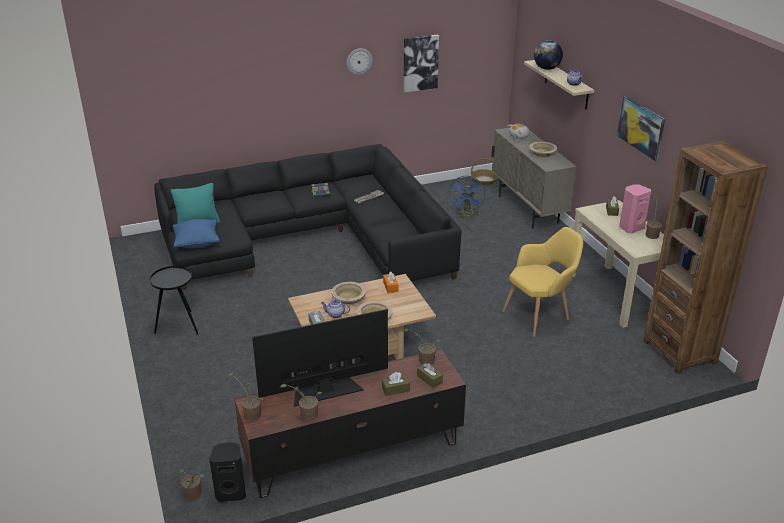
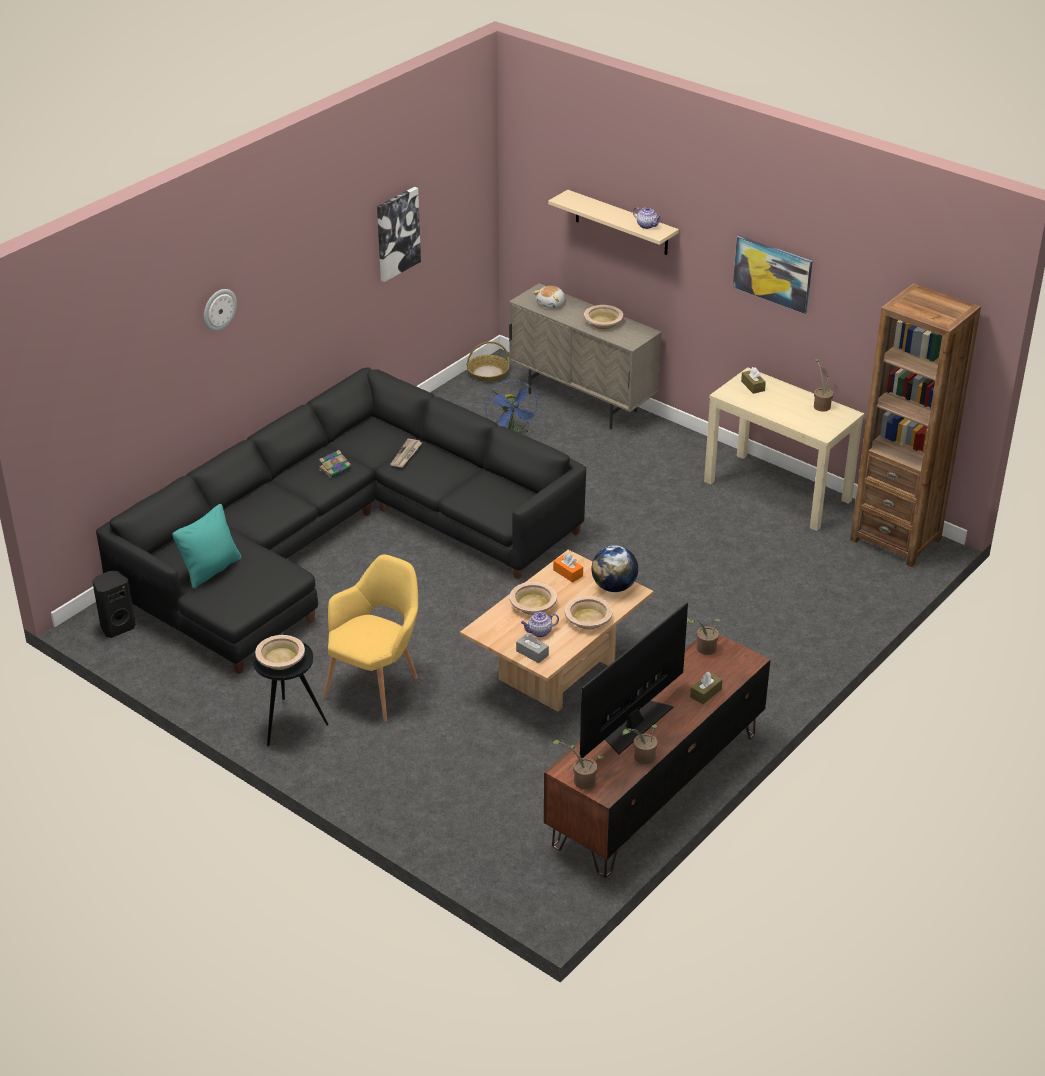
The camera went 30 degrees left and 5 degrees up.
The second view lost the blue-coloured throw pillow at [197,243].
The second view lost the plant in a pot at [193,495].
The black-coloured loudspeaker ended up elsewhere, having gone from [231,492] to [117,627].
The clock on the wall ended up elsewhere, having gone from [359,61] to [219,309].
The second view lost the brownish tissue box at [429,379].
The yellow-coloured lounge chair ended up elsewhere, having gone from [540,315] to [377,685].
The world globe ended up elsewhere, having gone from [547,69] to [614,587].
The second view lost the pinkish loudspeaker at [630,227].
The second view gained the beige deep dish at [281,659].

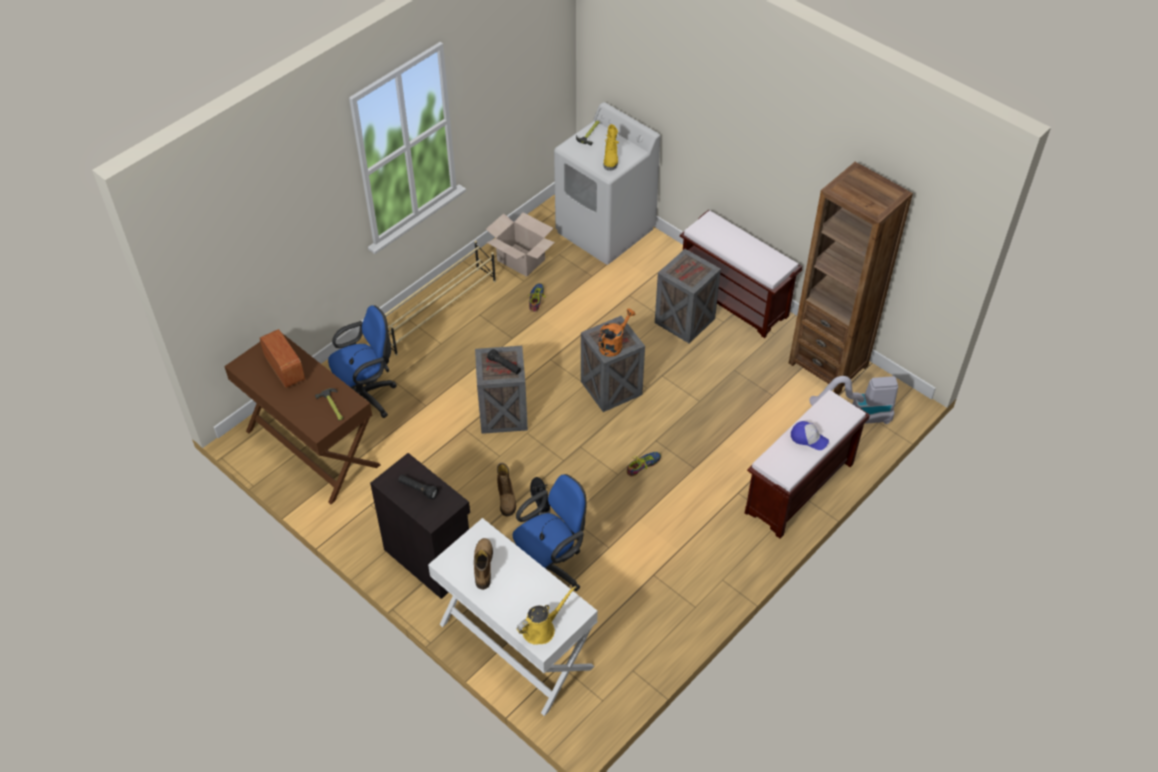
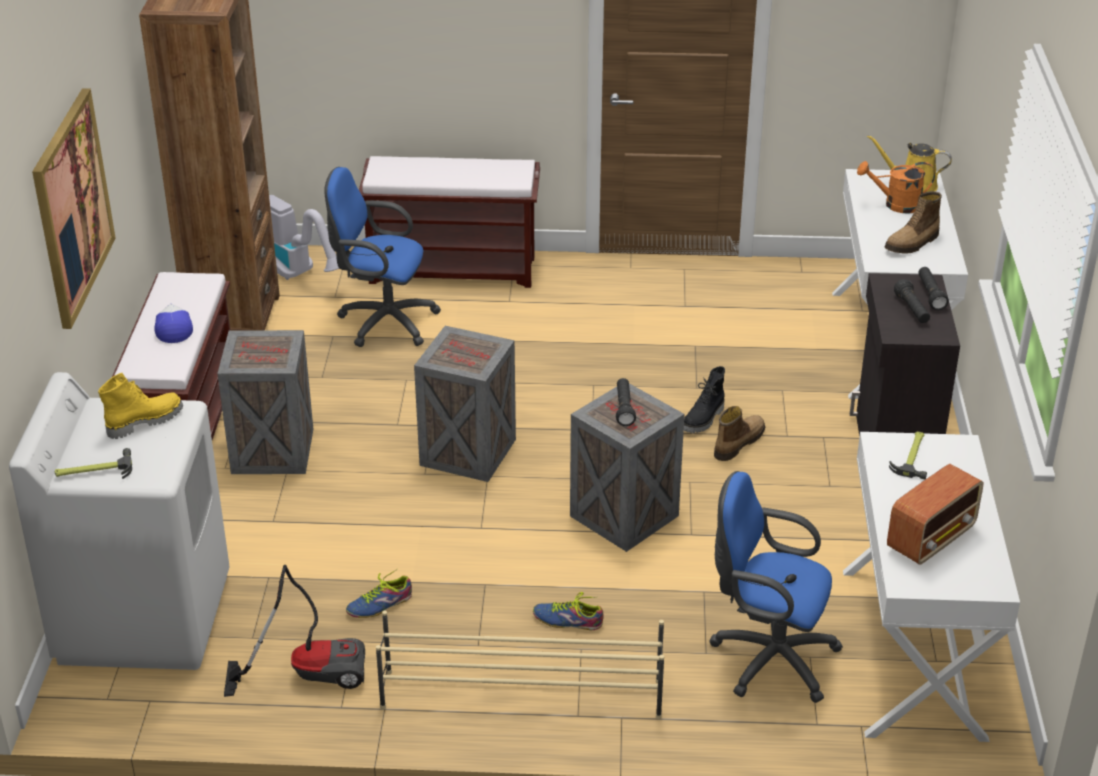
The camera went 130 degrees left and 15 degrees down.
What was the brownish desk unit at [311,448] turned into the whitish desk unit at [913,651].
The radio receiver at [285,369] ended up facing another way, 150 degrees counterclockwise from before.
Where the cardboard box stood at [520,260], the hoover came to stand at [310,671].
The blue-coloured desk chair ended up elsewhere, having gone from [550,568] to [382,322].
The orange-coloured sprinkling can ended up elsewhere, having gone from [613,344] to [896,205].
The item of footwear ended up elsewhere, having gone from [643,465] to [568,621].
The peaked cap ended up elsewhere, having gone from [808,438] to [173,328].
The second view gained the wall picture at [72,207].
The second view gained the black-coloured torch at [930,295].

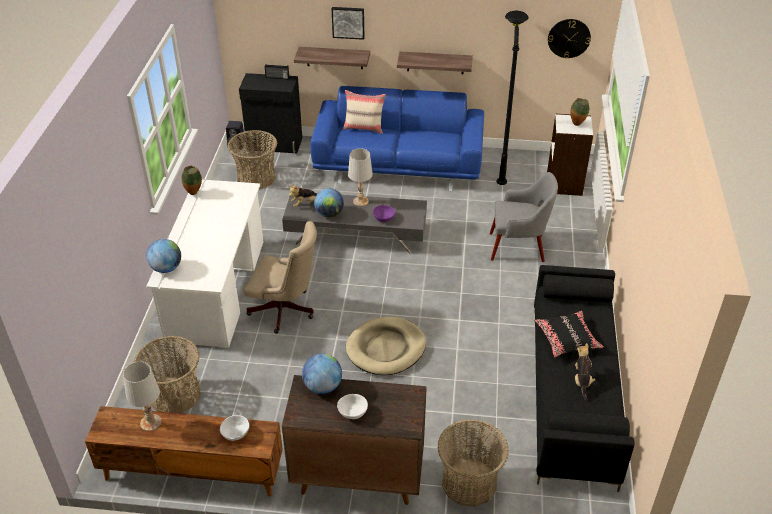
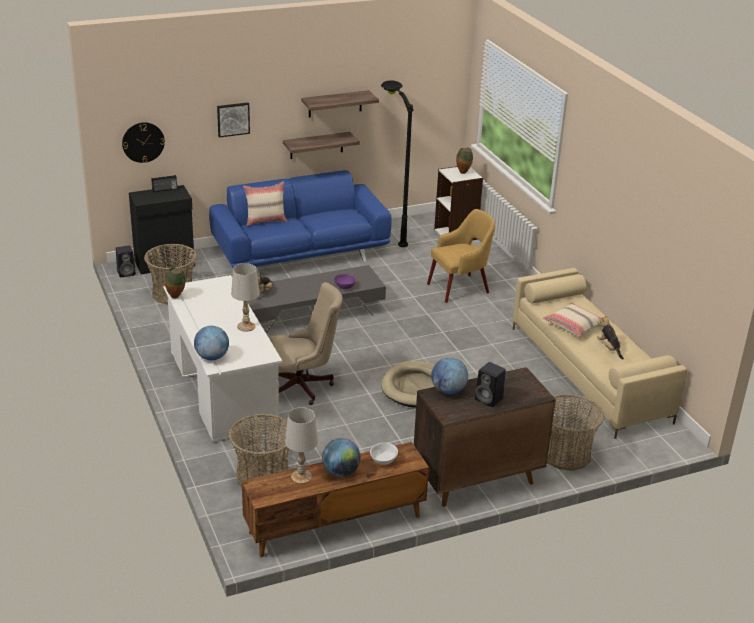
The camera went 30 degrees left and 10 degrees down.
The wall shelf ended up elsewhere, having gone from [334,58] to [335,104].
The world globe ended up elsewhere, having gone from [329,214] to [340,472].
Where the whitish deep dish stood at [353,413], the black-coloured loudspeaker came to stand at [489,399].
The whitish table lamp ended up elsewhere, having gone from [360,201] to [246,326].
What was the gray lounge chair at [519,247] turned into the yellow-coloured lounge chair at [460,288].
What was the black-coloured sofa at [573,394] turned into the beige sofa at [589,374].
What was the black-coloured throw pillow at [567,339] turned into the beige throw pillow at [574,325].
The clock on the wall ended up elsewhere, having gone from [569,38] to [143,142].

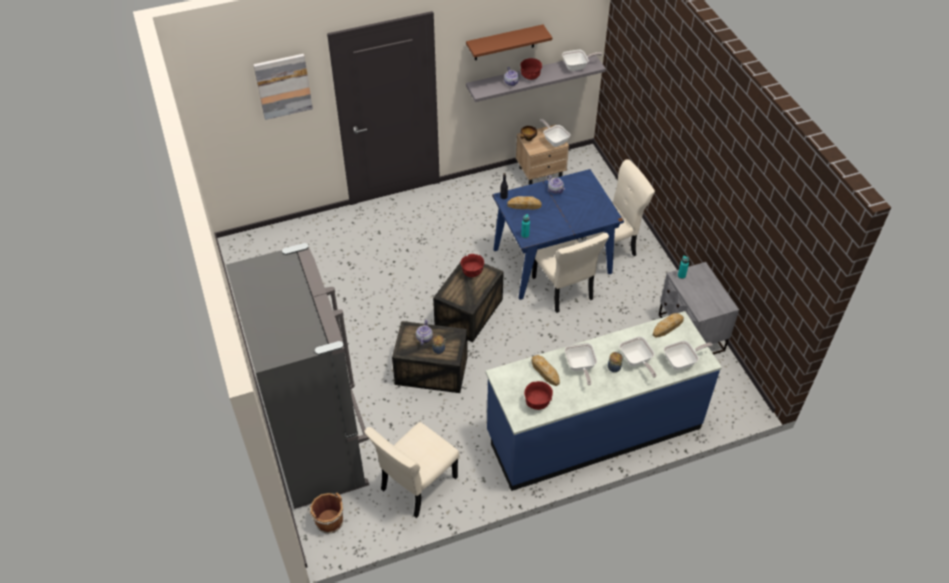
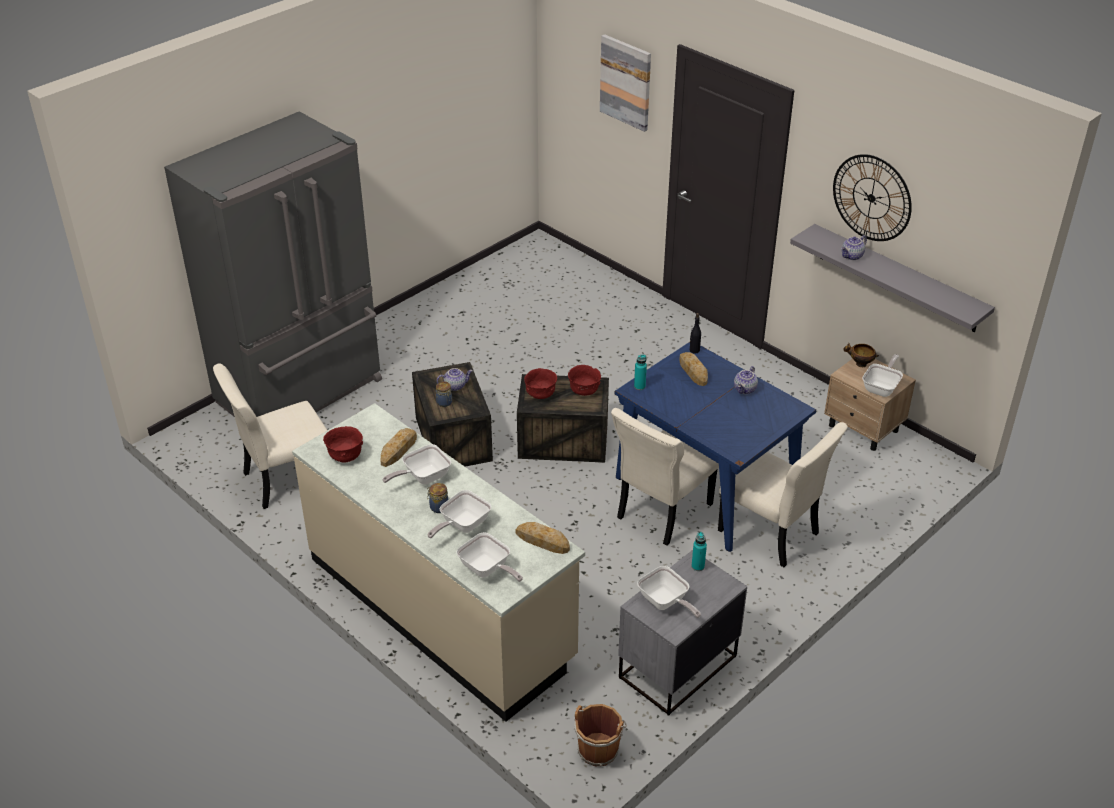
The camera went 65 degrees right and 10 degrees down.
The brownish bucket ended up elsewhere, having gone from [328,520] to [598,748].
The beige upright chair at [416,485] ended up facing another way, 45 degrees counterclockwise from before.
Where the brownish wall shelf hung at [504,43], the clock on the wall came to hang at [871,198].
What was the blue-coloured counter at [593,430] turned into the beige counter at [441,608].
The reddish deep dish ended up elsewhere, having gone from [530,77] to [540,395].
The frying pan ended up elsewhere, having gone from [577,66] to [665,603].

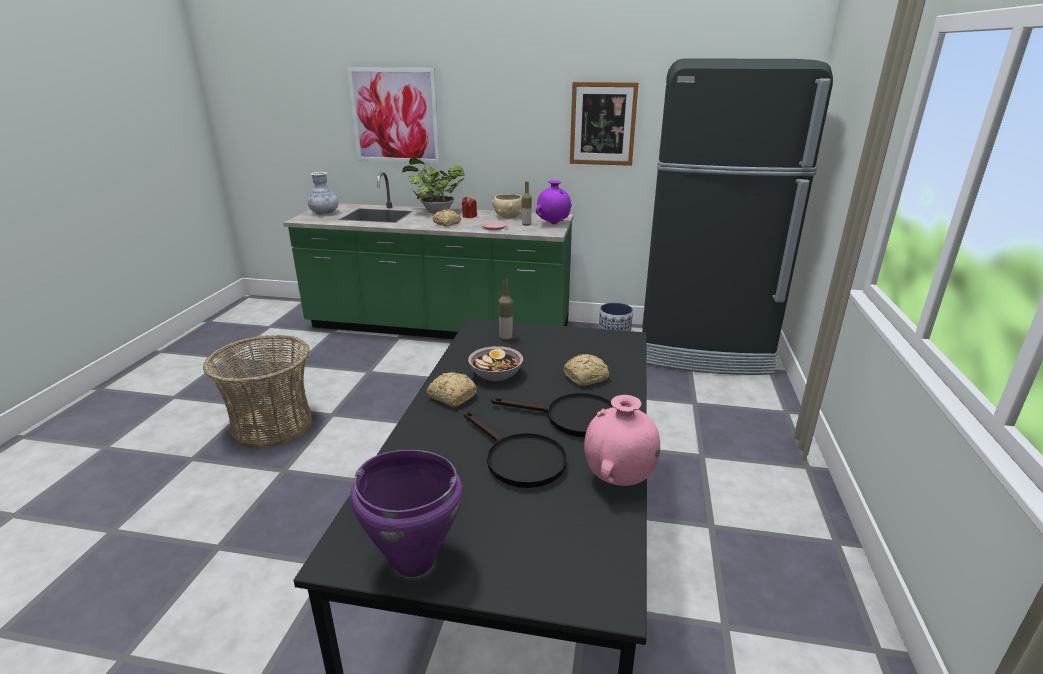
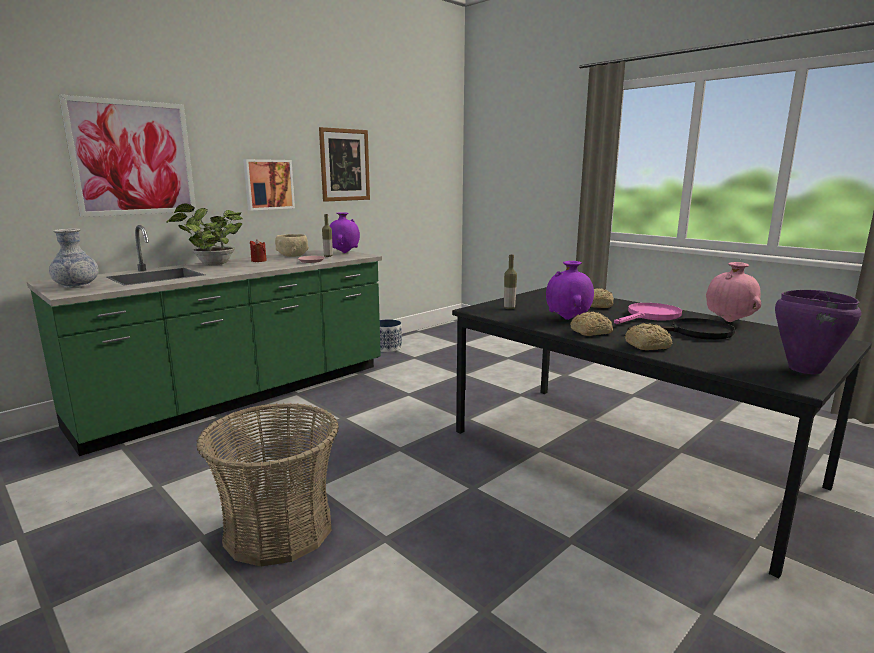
The camera went 55 degrees left and 10 degrees down.
The bakery bread ended up elsewhere, having gone from [447,223] to [648,346].
Where the deep dish stood at [496,375], the purple decorative vase came to stand at [568,319].
What was the black-coloured frying pan at [571,418] turned into the pinkish frying pan at [650,316].
The second view lost the black-coloured refrigerator at [703,350].
The second view gained the wall picture at [268,184].

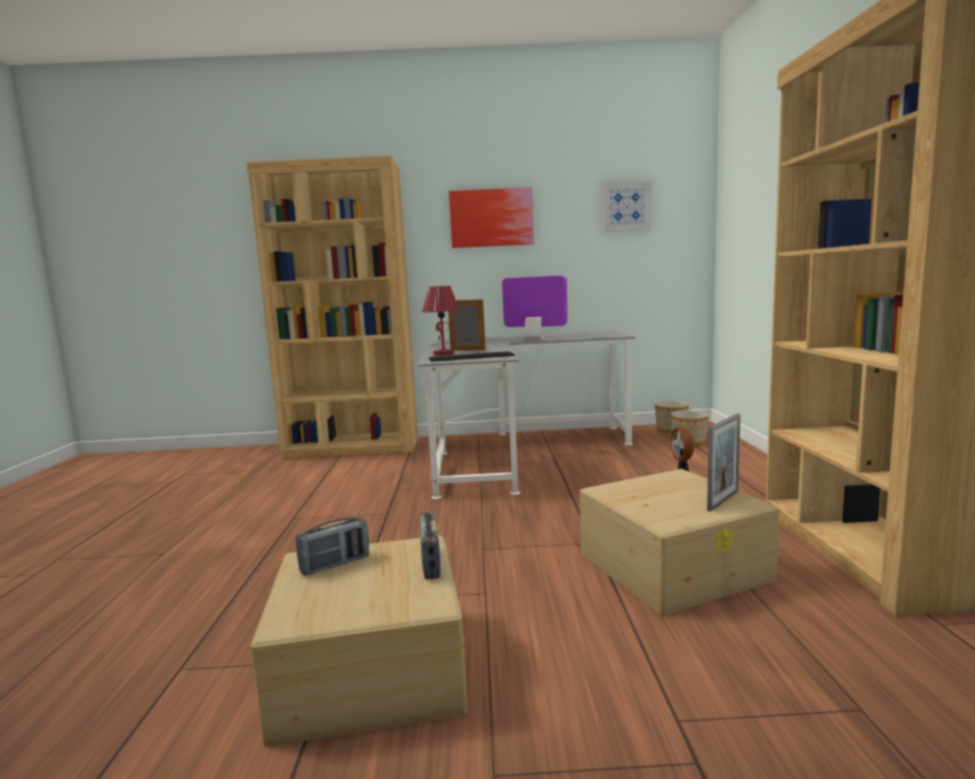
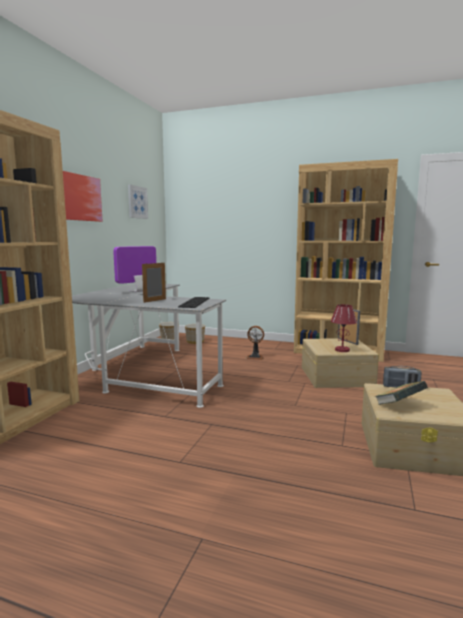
The camera went 70 degrees left and 0 degrees up.
Where the radio receiver stood at [335,564], the book came to stand at [399,405].
The reddish table lamp ended up elsewhere, having gone from [443,354] to [342,350].

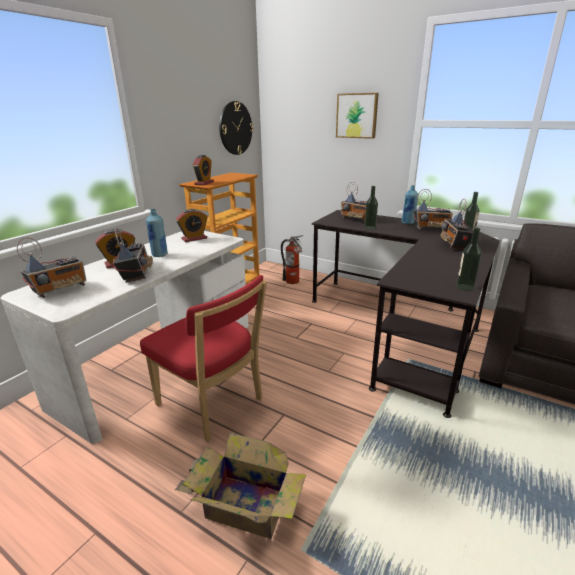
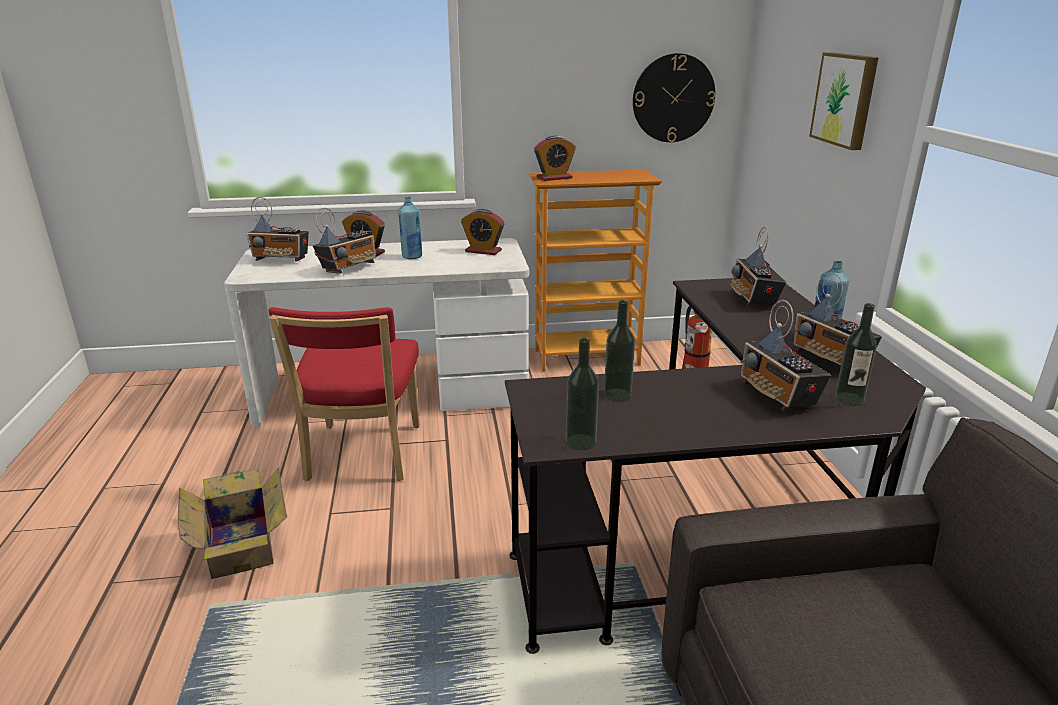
The camera went 50 degrees right and 0 degrees up.
The beverage bottle ended up elsewhere, having gone from [370,228] to [617,395].
The radio receiver at [455,245] ended up facing another way, 75 degrees counterclockwise from before.

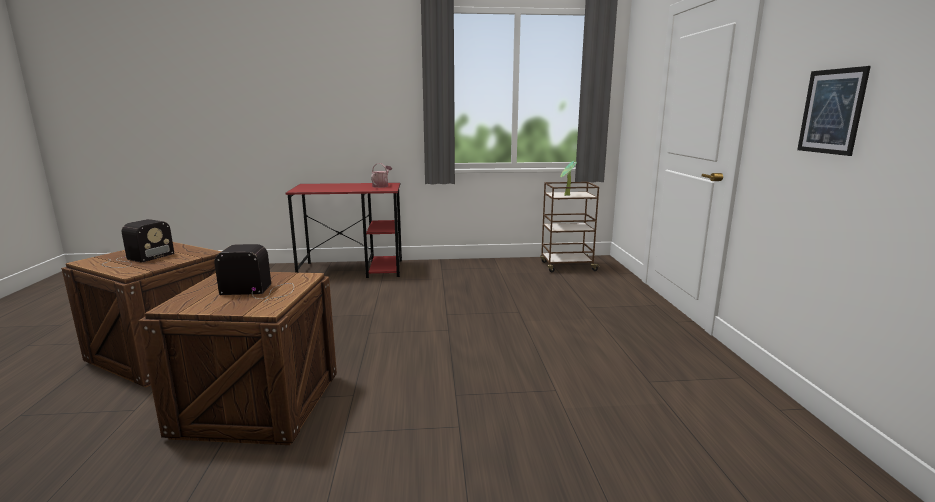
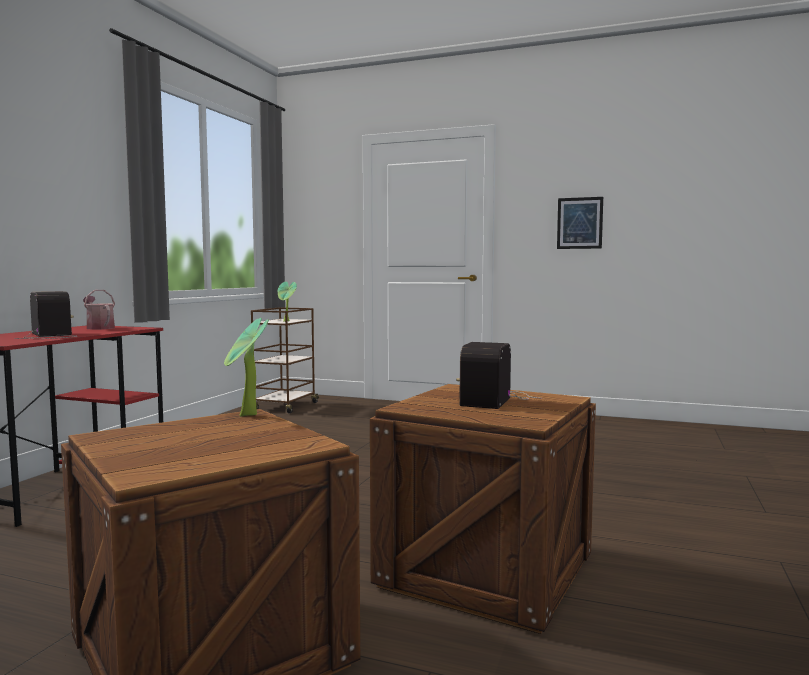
The camera went 65 degrees left and 10 degrees down.
The radio receiver ended up elsewhere, having gone from [136,259] to [50,335].
The second view gained the plant in a pot at [247,416].

